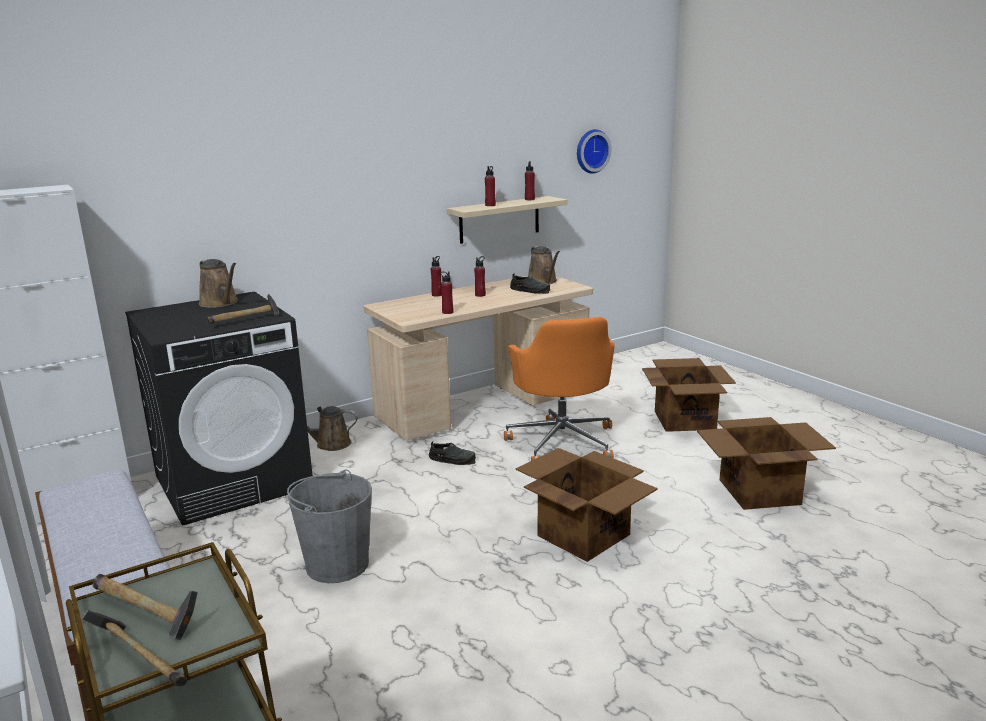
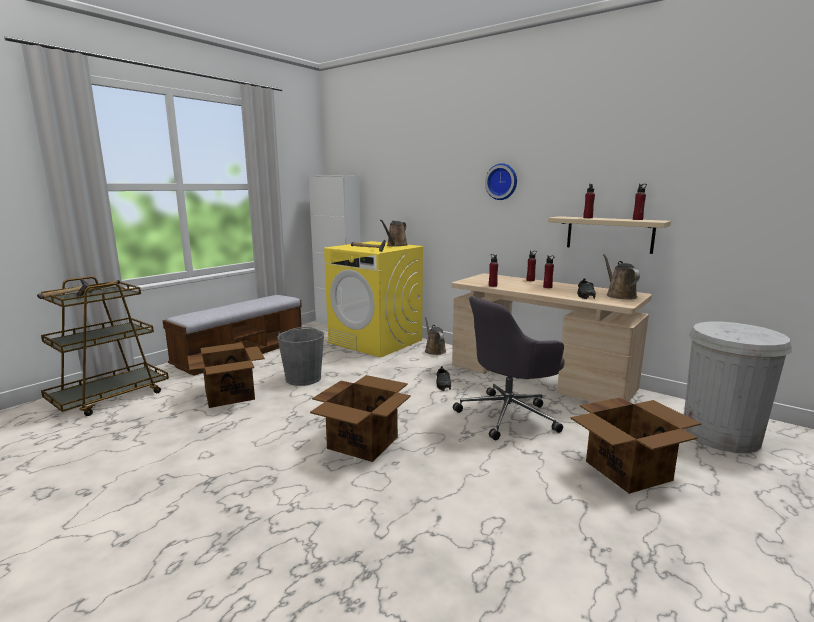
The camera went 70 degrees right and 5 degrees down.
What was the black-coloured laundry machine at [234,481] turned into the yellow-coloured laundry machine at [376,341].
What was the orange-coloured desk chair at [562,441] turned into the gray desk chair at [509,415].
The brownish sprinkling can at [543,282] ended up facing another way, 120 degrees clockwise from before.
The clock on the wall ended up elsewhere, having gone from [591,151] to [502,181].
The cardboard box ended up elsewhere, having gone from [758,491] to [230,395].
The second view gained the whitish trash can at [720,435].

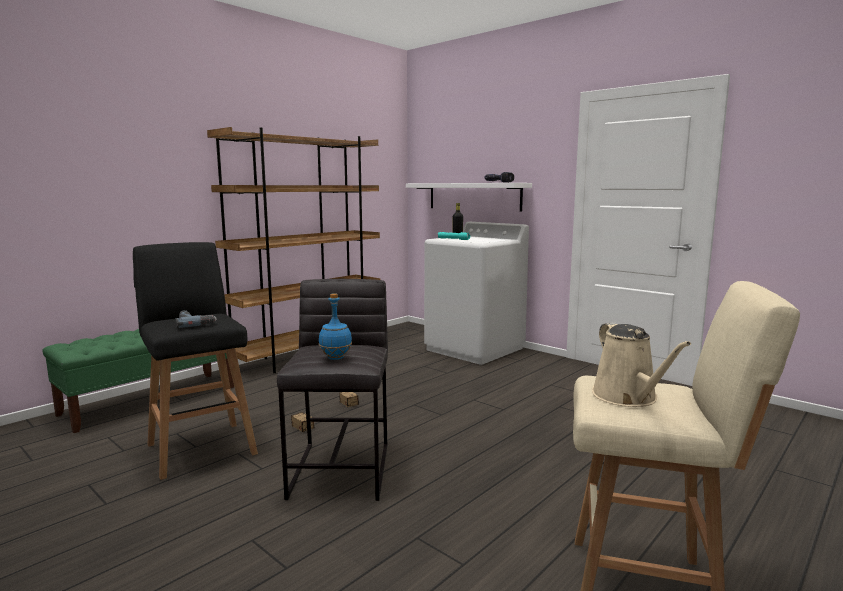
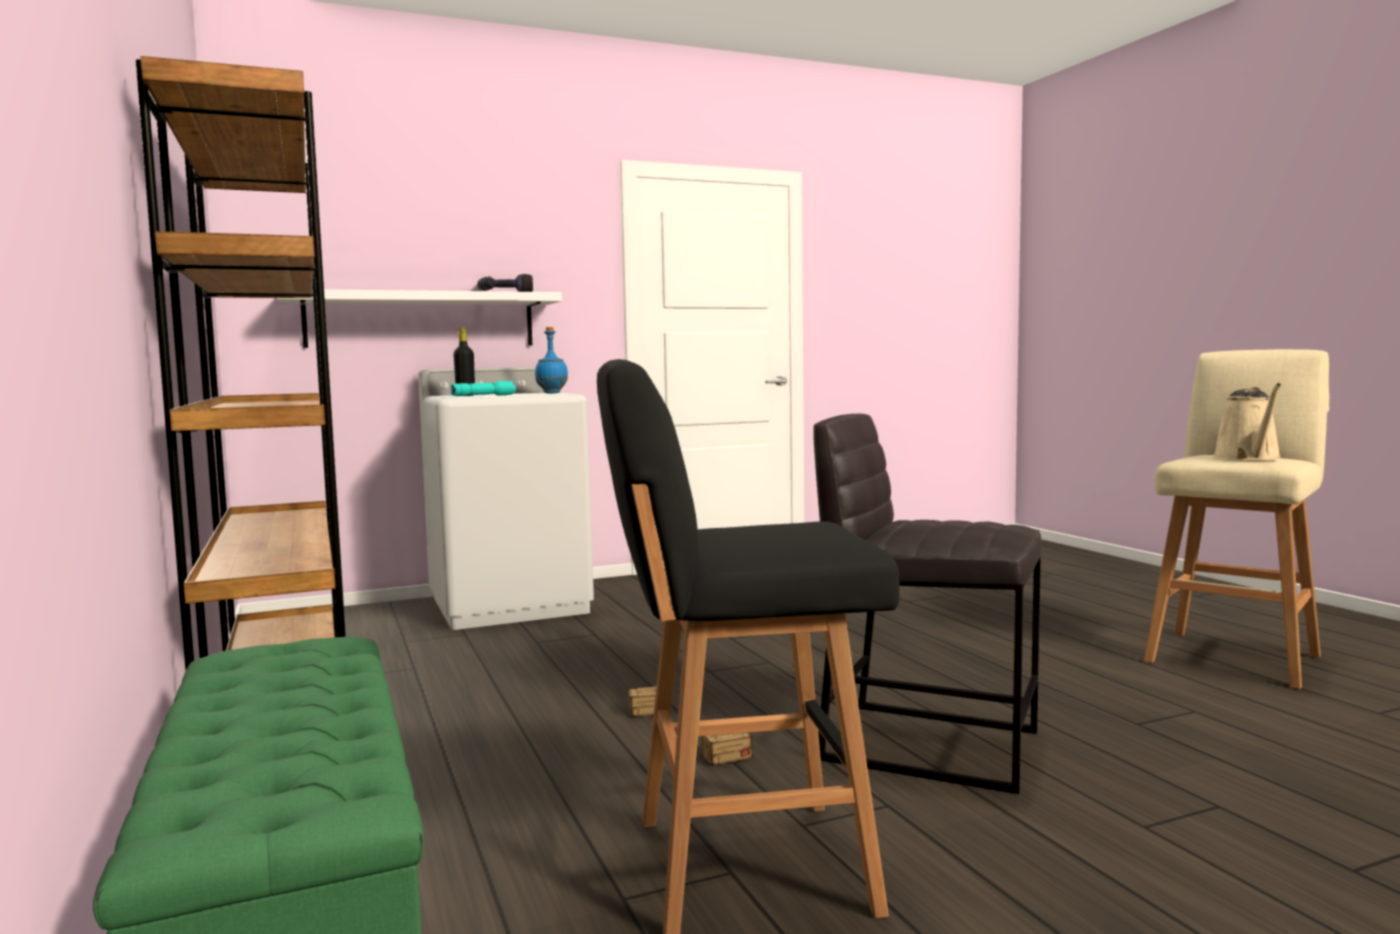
The camera went 65 degrees left and 5 degrees down.
The second view lost the electric drill at [194,323].
The blue-coloured beverage bottle ended up elsewhere, having gone from [335,358] to [551,393].
The beige sprinkling can at [628,397] ended up facing another way, 90 degrees clockwise from before.

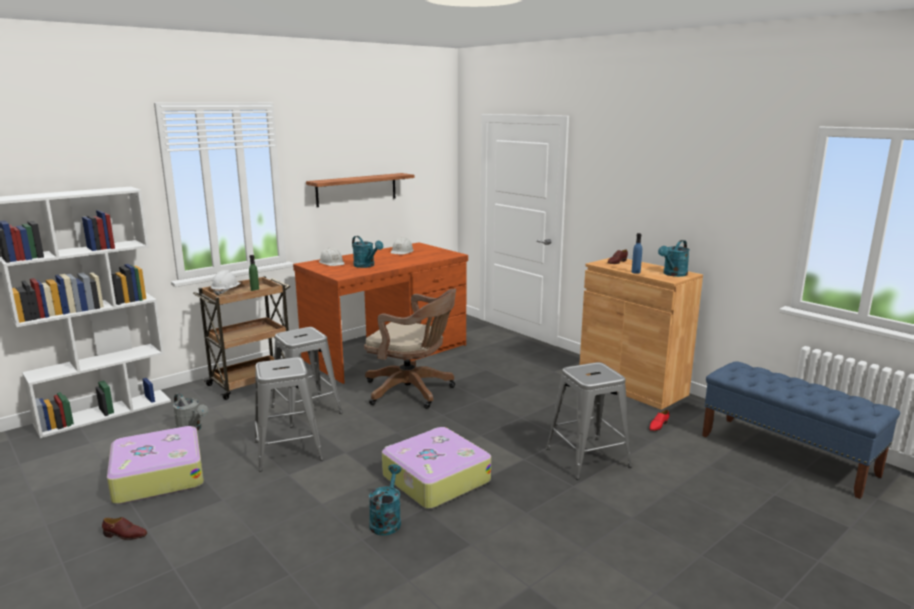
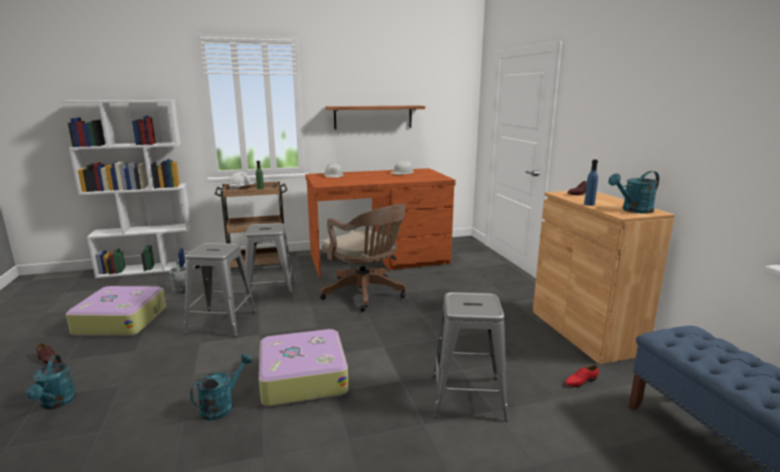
The camera went 25 degrees right and 0 degrees up.
The blue-green sprinkling can ended up elsewhere, having gone from [366,266] to [56,403].

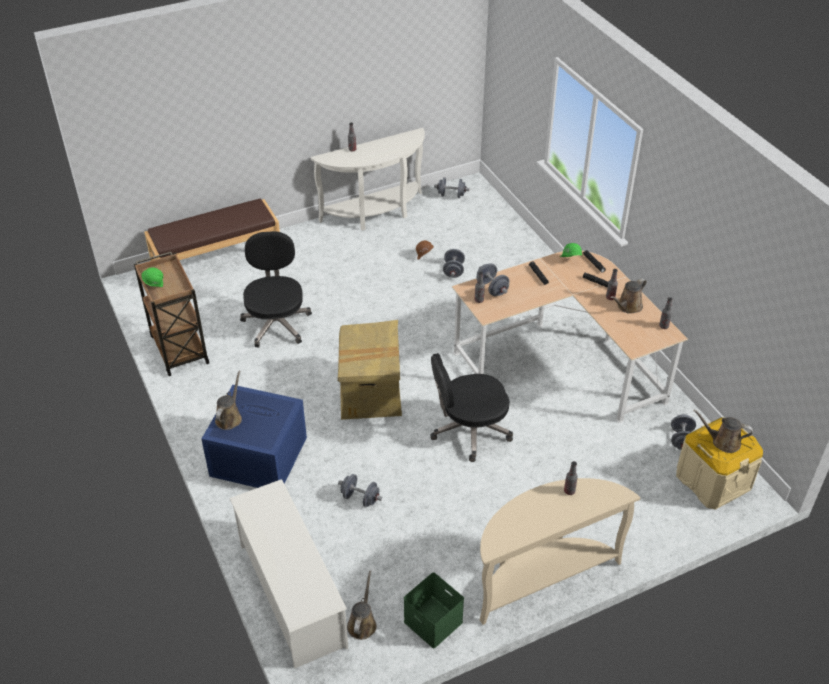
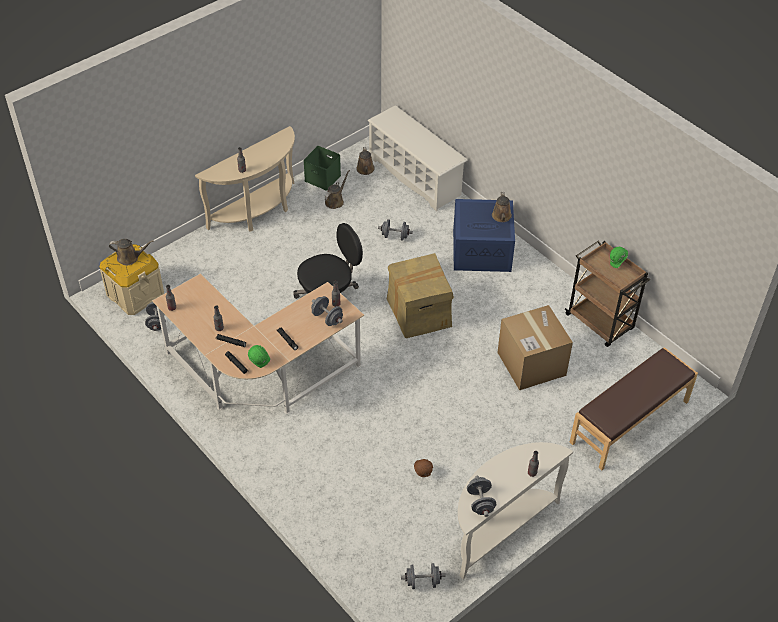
The camera went 165 degrees right and 5 degrees up.
Where the black-coloured desk chair stood at [276,323], the cardboard box came to stand at [531,364].
The gray dumbbell ended up elsewhere, having gone from [453,271] to [480,502].
The brownish sprinkling can ended up elsewhere, having gone from [628,307] to [335,201].

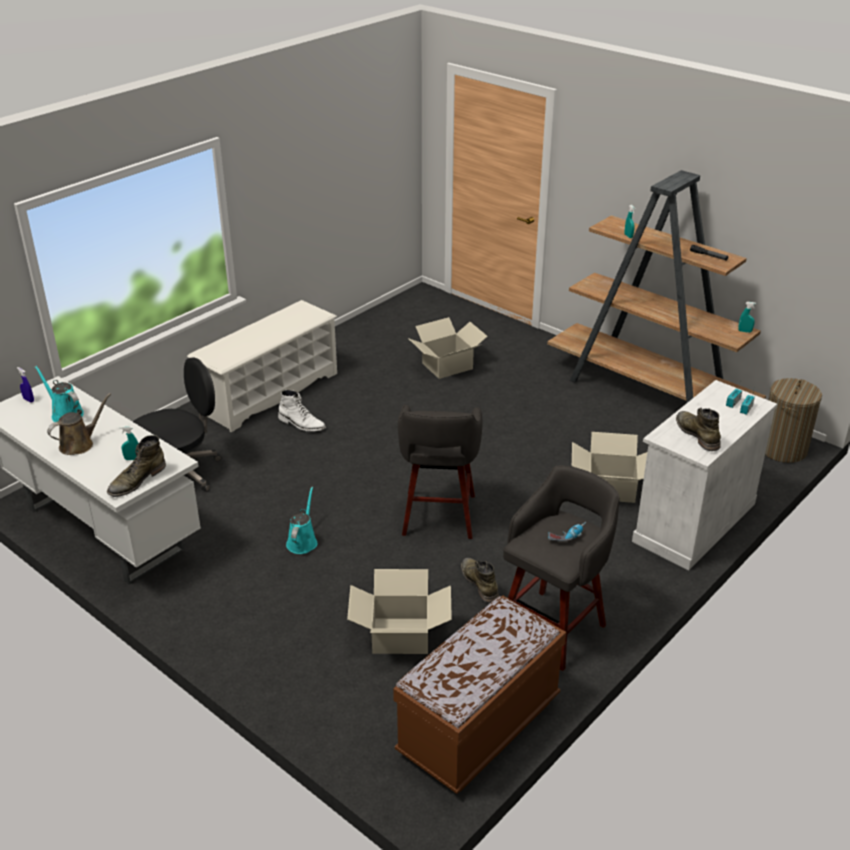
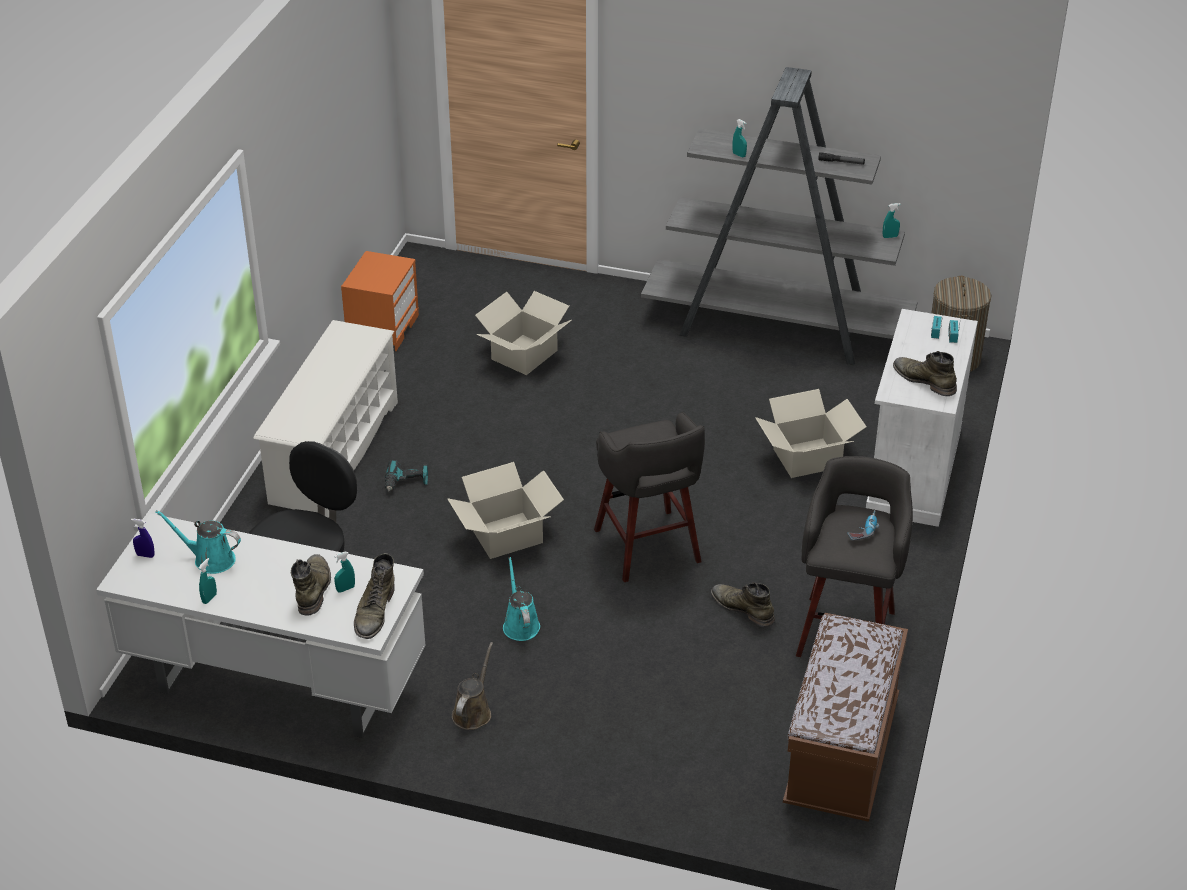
The camera went 25 degrees left and 5 degrees up.
The brownish sprinkling can ended up elsewhere, having gone from [79,444] to [473,712].
Where the whitish high-top boot stood at [301,424], the electric drill came to stand at [406,482].
The cardboard box ended up elsewhere, having gone from [400,635] to [506,535].
What was the brownish shelving unit at [649,394] turned into the gray shelving unit at [777,328].
The second view gained the blue-green sprayer at [209,598].
The second view gained the green-coloured high-top boot at [313,588].
The second view gained the orange-coloured nightstand at [382,328].

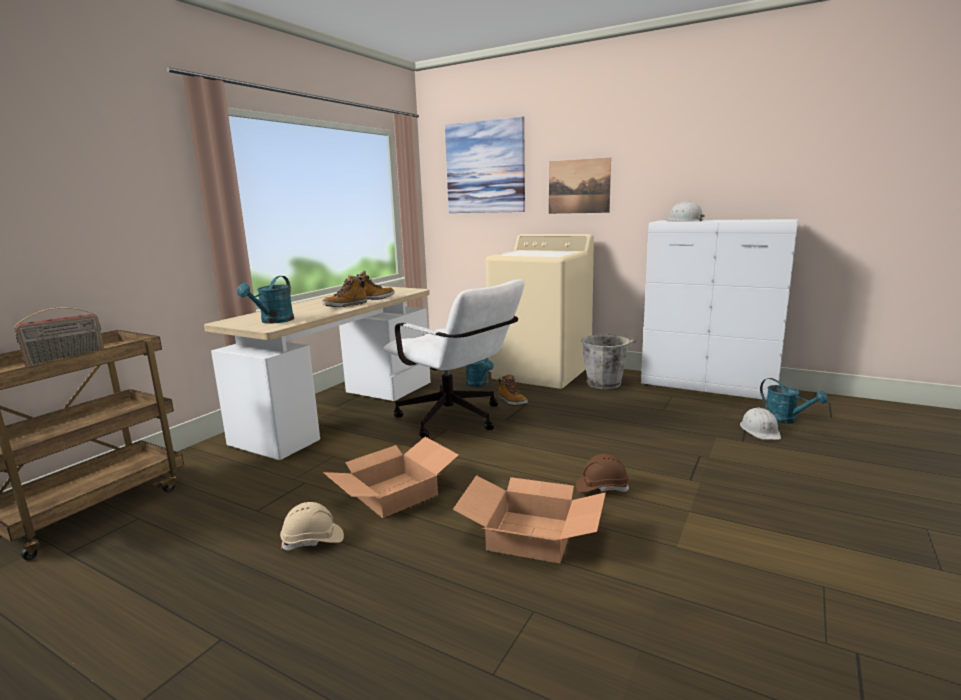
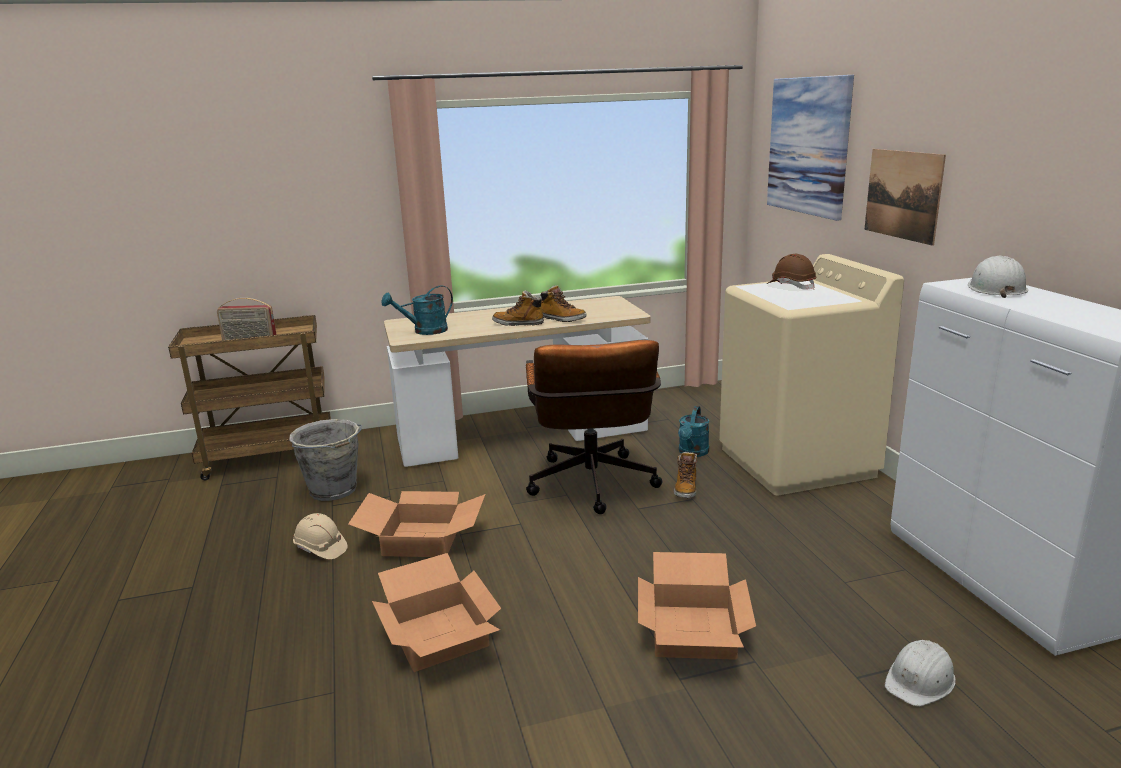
The camera went 45 degrees right and 5 degrees up.
What was the whitish desk chair at [457,420] turned into the brownish desk chair at [592,488].
The brownish safety helmet ended up elsewhere, having gone from [601,488] to [791,286].
The gray bucket ended up elsewhere, having gone from [605,384] to [334,491].
The second view lost the blue-green sprinkling can at [786,420].
The second view gained the cardboard box at [691,630].

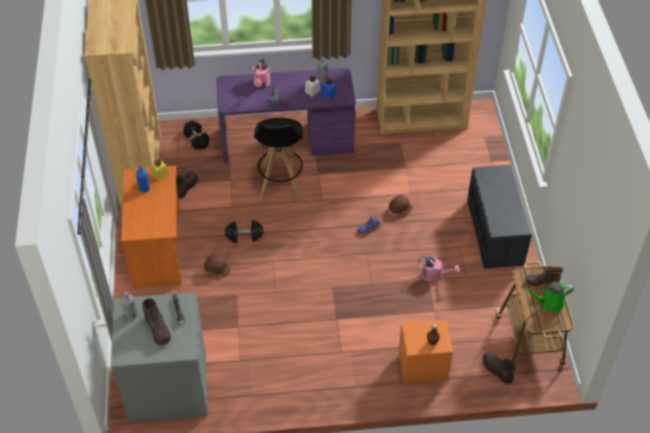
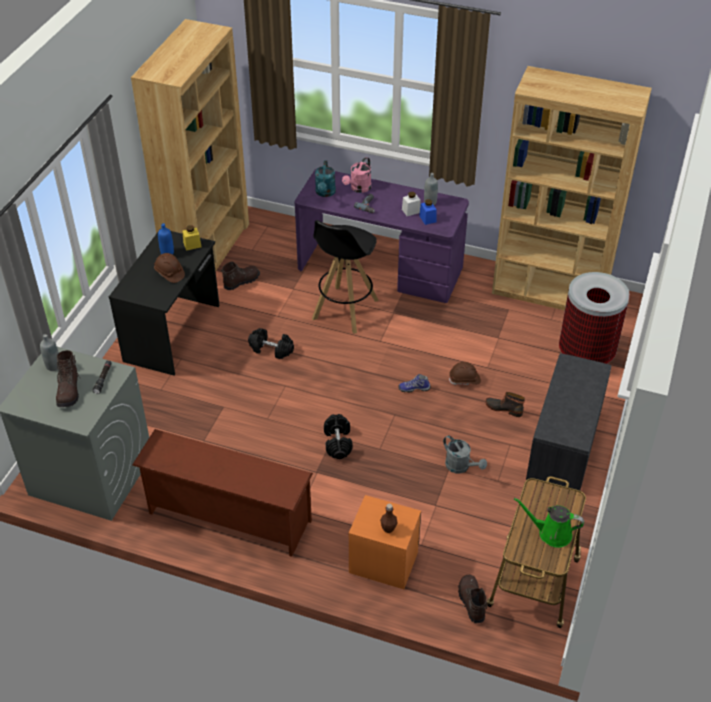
The camera went 25 degrees right and 5 degrees down.
What was the orange-coloured desk unit at [158,249] turned into the black-coloured desk unit at [173,333].
The black-coloured dumbbell ended up elsewhere, having gone from [197,140] to [338,443].
The brownish safety helmet ended up elsewhere, having gone from [217,269] to [169,273].
What was the pinkish sprinkling can at [435,276] turned into the gray sprinkling can at [461,467].
The high-top boot ended up elsewhere, having gone from [541,280] to [504,408].
The second view gained the brownish shoe stand at [227,518].
The second view gained the blue-green sprinkling can at [325,193].
The second view gained the trash can at [585,354].

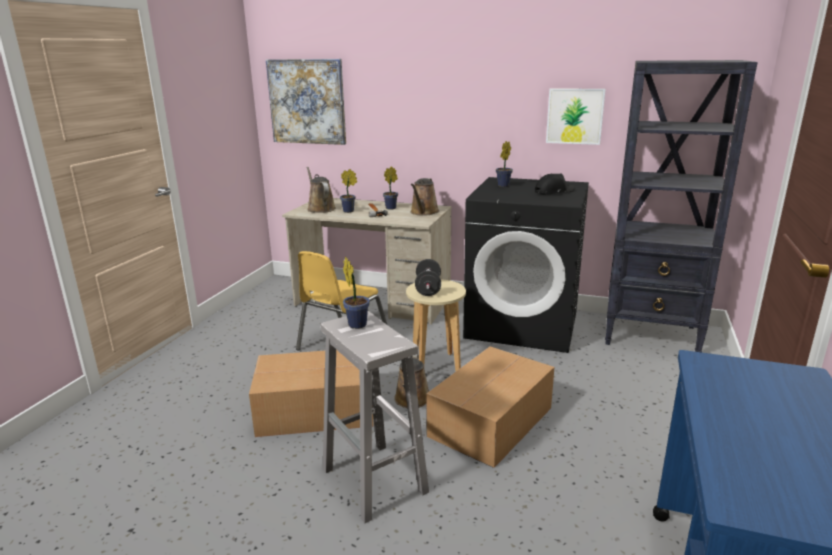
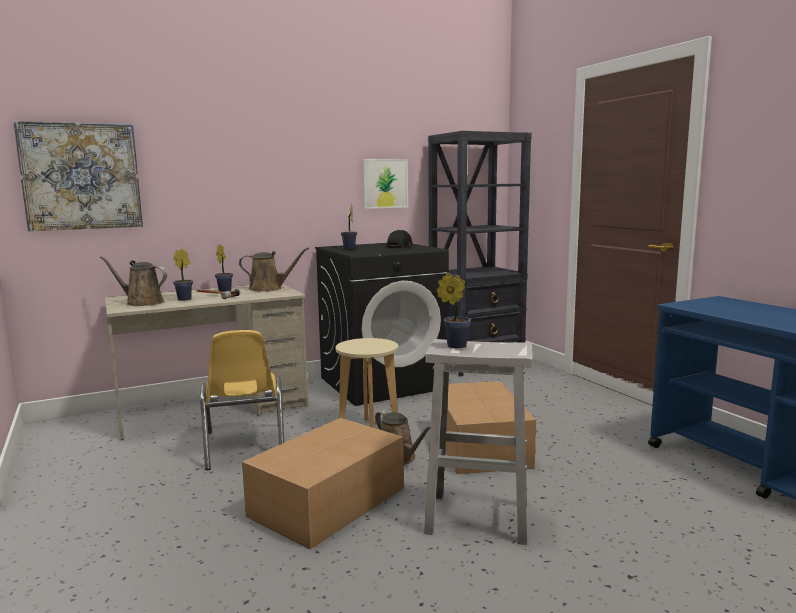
The camera went 45 degrees left and 10 degrees down.
The brownish sprinkling can at [423,212] ended up facing another way, 60 degrees counterclockwise from before.
The second view lost the black-coloured dumbbell at [428,289].

